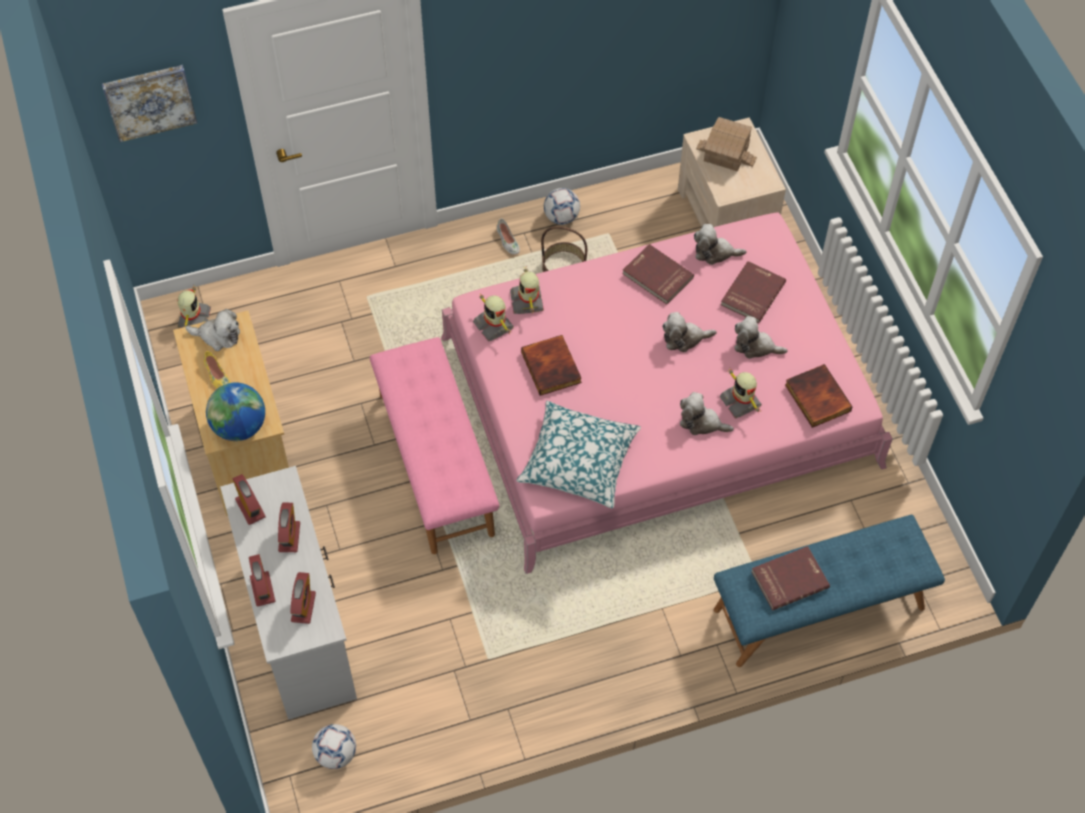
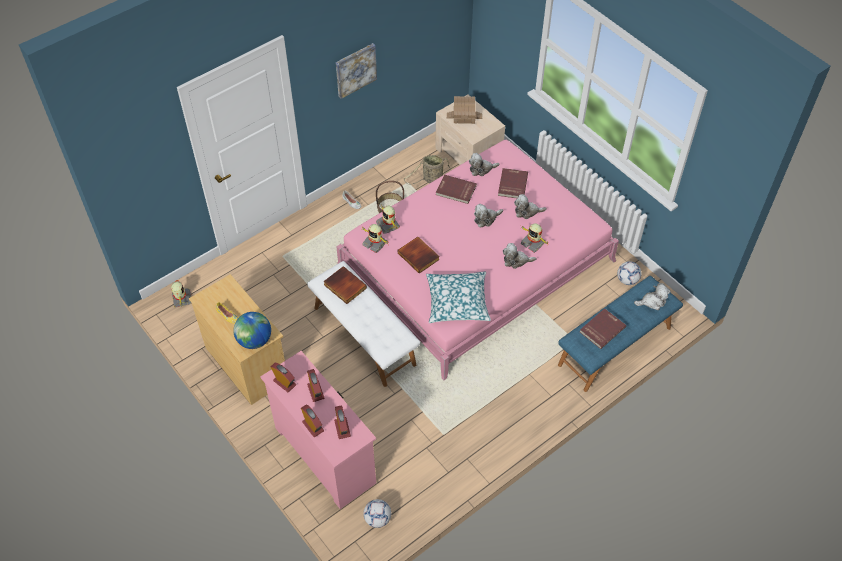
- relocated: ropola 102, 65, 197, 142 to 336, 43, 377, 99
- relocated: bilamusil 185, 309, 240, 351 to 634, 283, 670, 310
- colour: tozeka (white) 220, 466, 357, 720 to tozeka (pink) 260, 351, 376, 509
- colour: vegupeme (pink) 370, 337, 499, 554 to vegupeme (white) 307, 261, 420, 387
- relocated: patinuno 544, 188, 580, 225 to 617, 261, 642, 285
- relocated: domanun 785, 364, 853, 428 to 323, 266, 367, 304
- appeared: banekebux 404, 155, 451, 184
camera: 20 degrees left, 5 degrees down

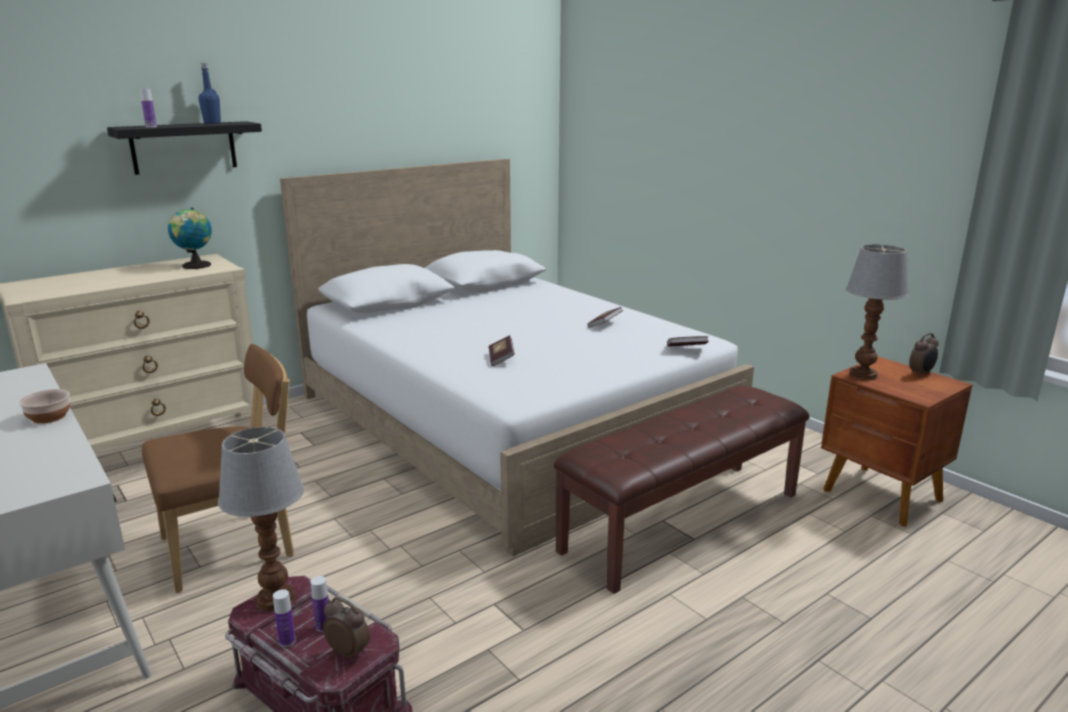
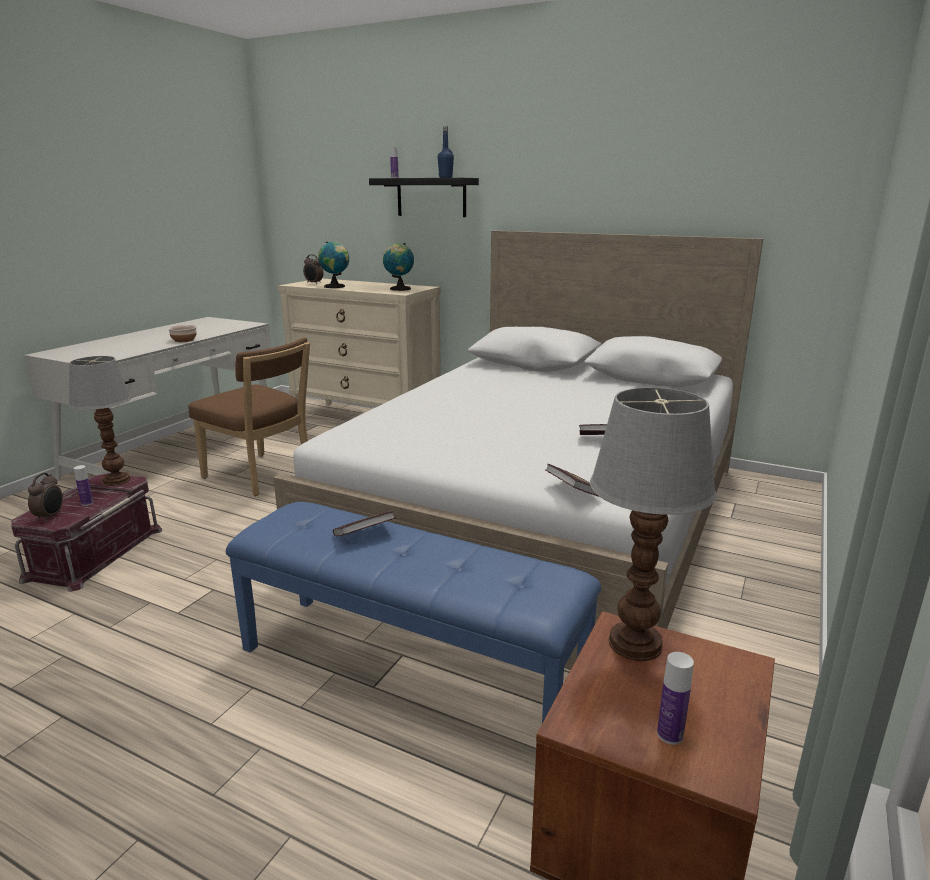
- relocated: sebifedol 273, 589, 296, 647 to 657, 652, 694, 745
- relocated: domanun 488, 335, 515, 366 to 333, 511, 395, 536
- colour: vegupeme (brown) 554, 386, 809, 594 to vegupeme (blue) 226, 502, 601, 723
- relocated: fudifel 909, 333, 939, 377 to 303, 254, 323, 284
- appeared: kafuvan 318, 241, 349, 288
camera: 65 degrees right, 0 degrees up

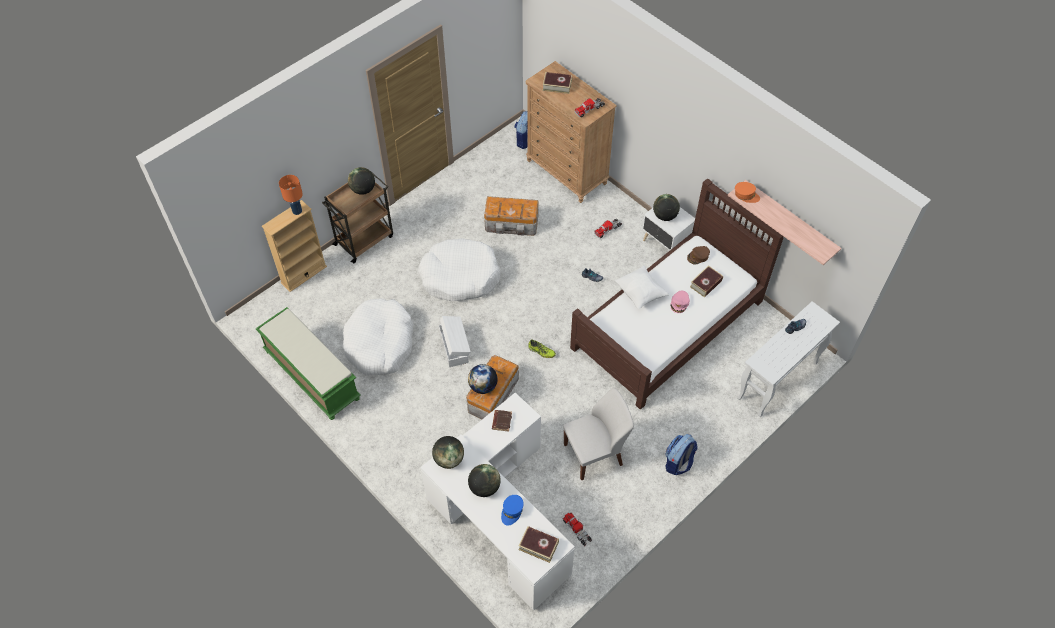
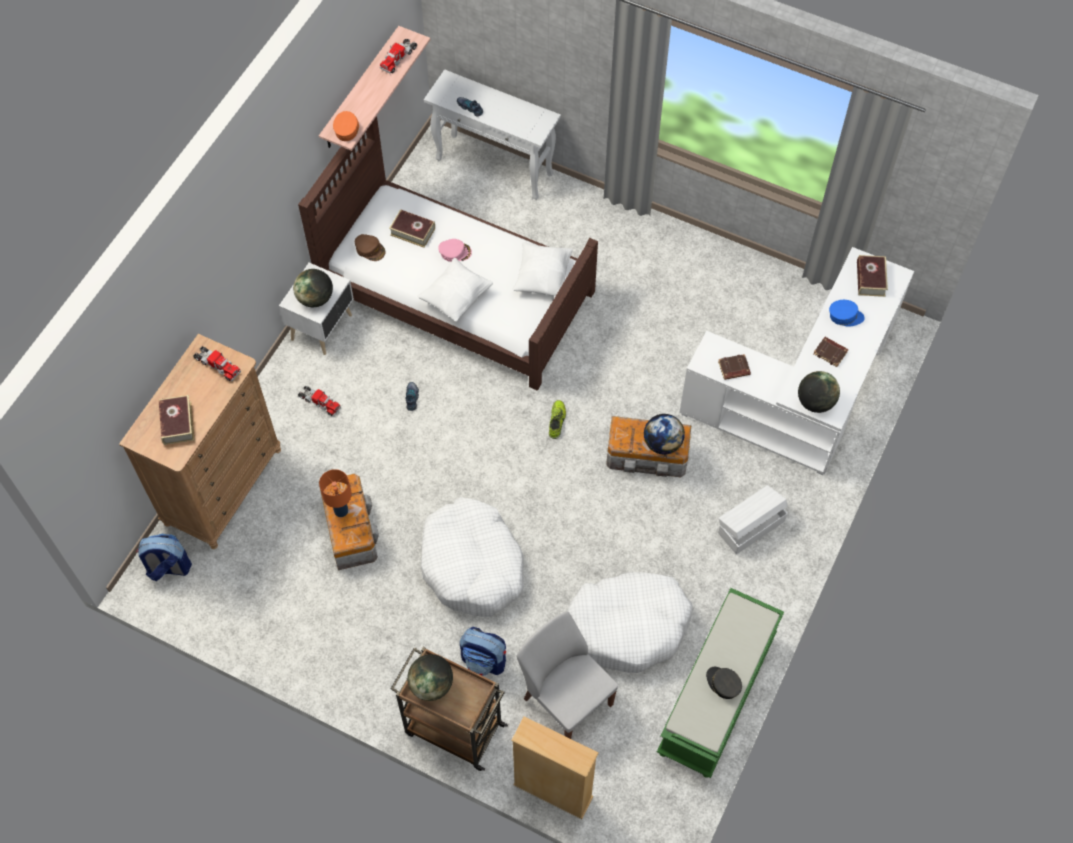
- relocated: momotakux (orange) 279, 175, 303, 215 to 319, 469, 352, 517
- relocated: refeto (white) 439, 316, 471, 367 to 718, 485, 788, 555
- exchanged: kafuvan 468, 464, 501, 497 to domanun (brown) 813, 337, 849, 367
- relocated: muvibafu 562, 513, 592, 546 to 380, 38, 417, 74
- relocated: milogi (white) 563, 388, 634, 480 to 517, 611, 618, 739
- relocated: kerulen 666, 434, 697, 475 to 460, 627, 506, 676
- appeared: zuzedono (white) 512, 242, 573, 296
- appeared: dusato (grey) 706, 667, 742, 699
camera: 110 degrees left, 5 degrees up

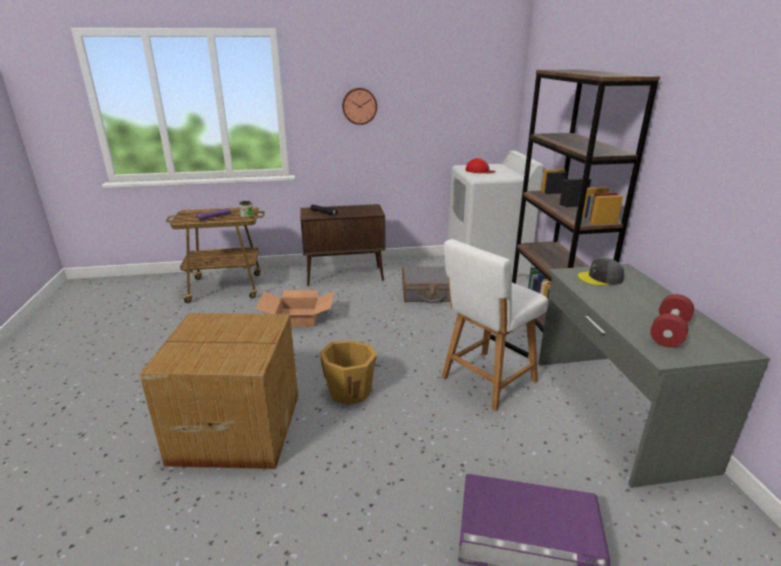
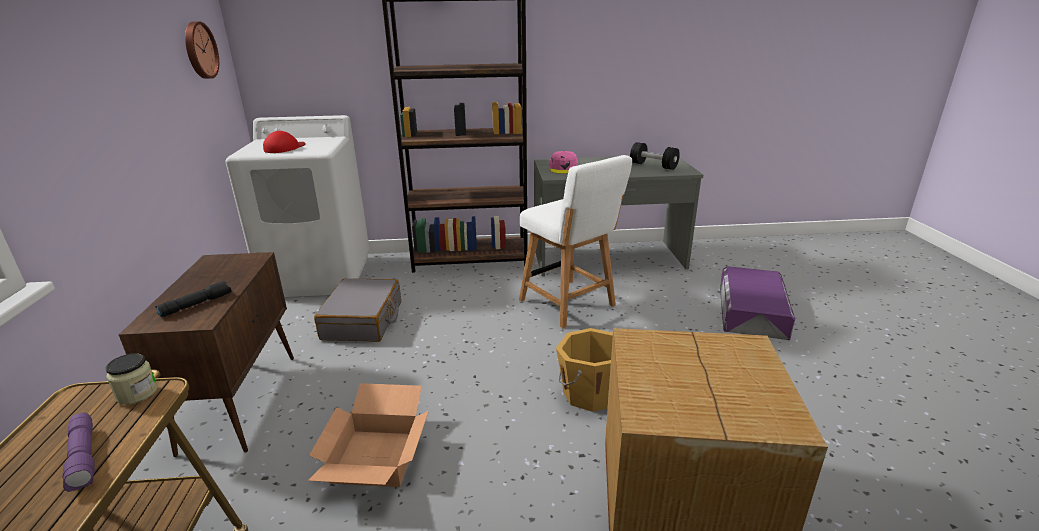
- relocated: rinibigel 342, 88, 377, 125 to 185, 21, 219, 79
- colour: dusato (grey) 578, 258, 624, 286 to dusato (pink) 550, 151, 578, 174
- colour: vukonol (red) 650, 294, 694, 348 to vukonol (black) 630, 142, 680, 170
camera: 85 degrees left, 0 degrees up

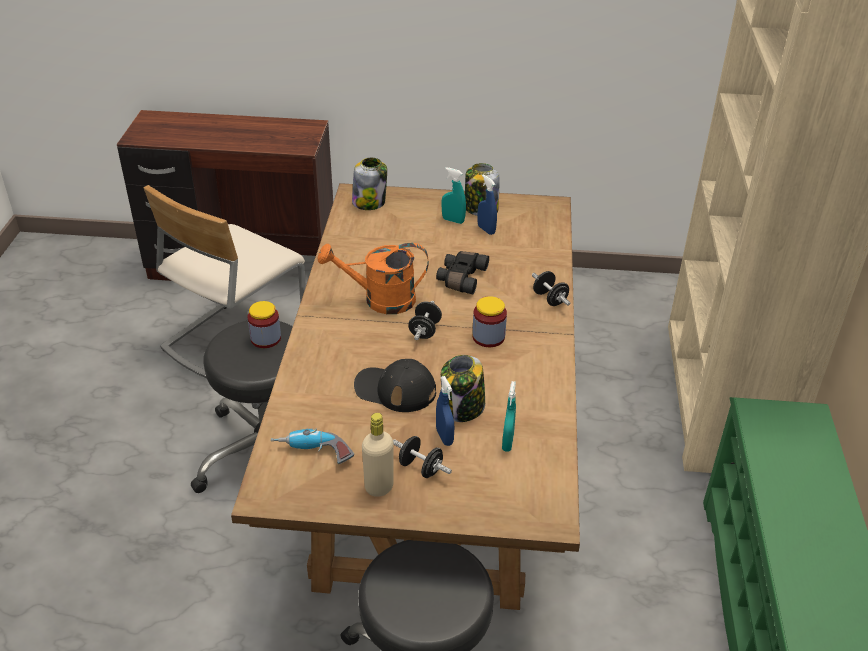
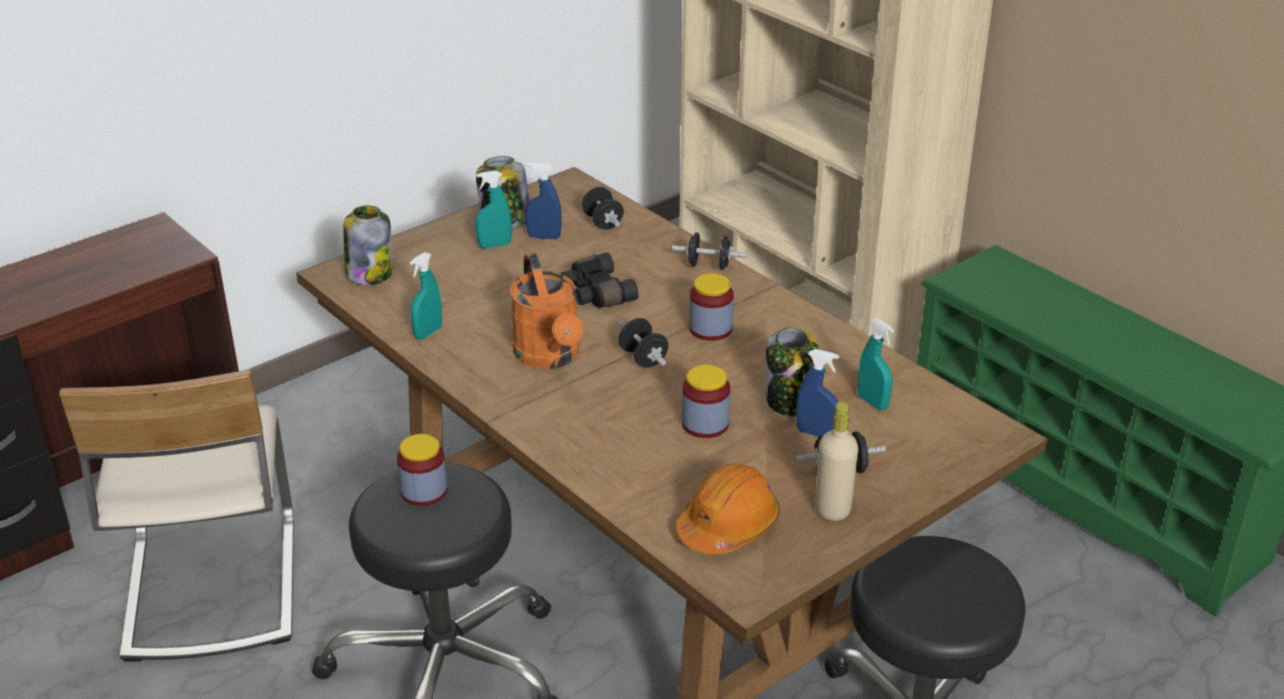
- exchanged: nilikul 271, 428, 354, 464 to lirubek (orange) 675, 463, 780, 554
- spun: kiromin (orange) 318, 243, 429, 314 = 510, 253, 583, 369 60 degrees counterclockwise
- exchanged: dusato (black) 354, 359, 436, 412 to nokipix 682, 364, 730, 438
- appeared: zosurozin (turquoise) 410, 252, 442, 340
- appeared: vukonol (black) 582, 187, 624, 230
camera: 45 degrees left, 5 degrees down

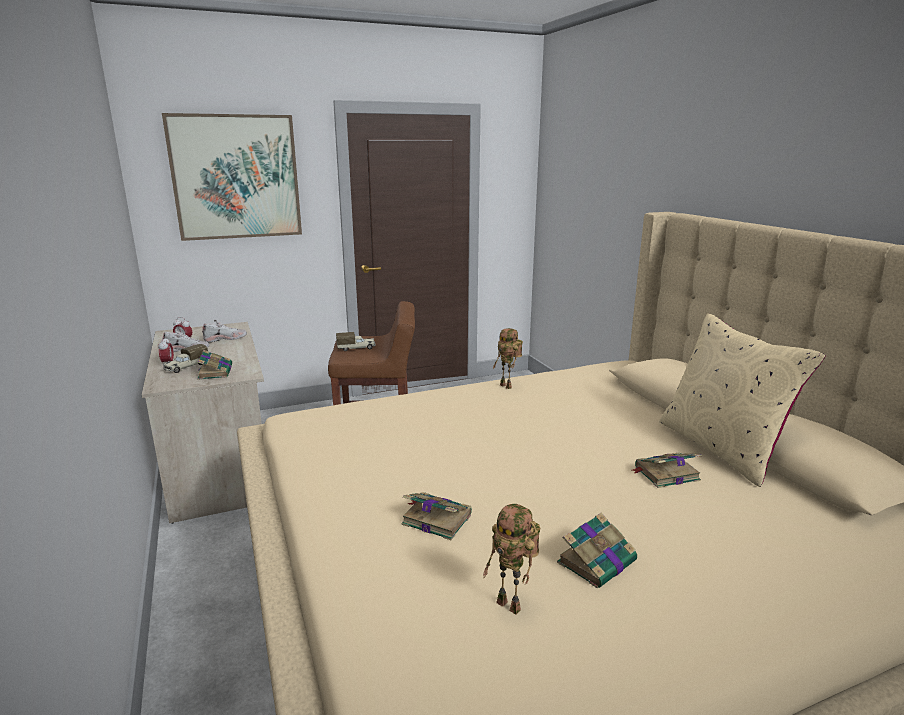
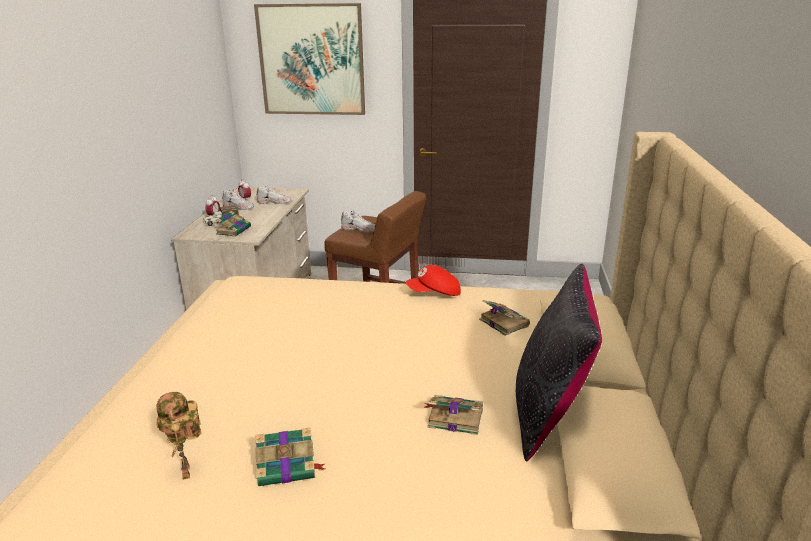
- exchanged: muvibafu 336, 332, 376, 351 to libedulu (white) 341, 210, 375, 232
- relocated: domanun 402, 492, 472, 540 to 479, 300, 530, 336
- exchanged: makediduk 493, 328, 523, 389 to dusato (red) 406, 265, 461, 296
- colour: zuzedono (beige) 659, 313, 826, 487 to zuzedono (black) 516, 264, 602, 462
camera: 30 degrees right, 5 degrees up

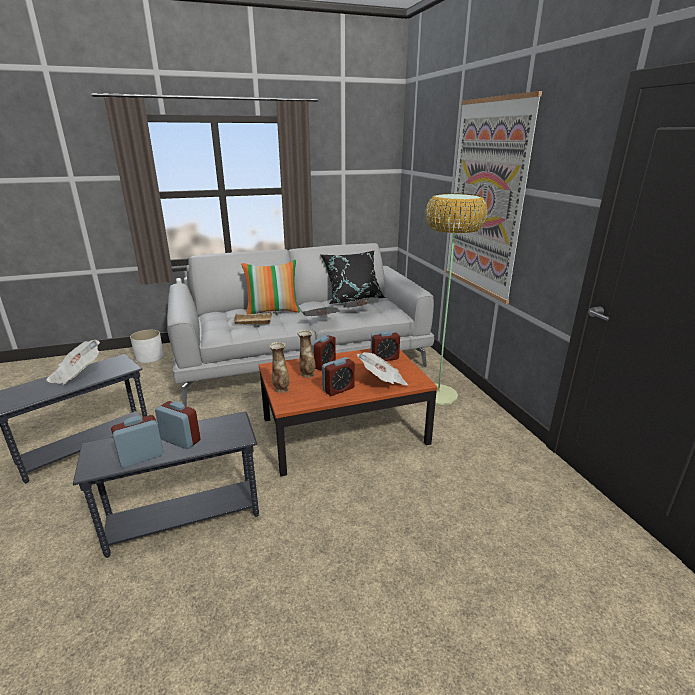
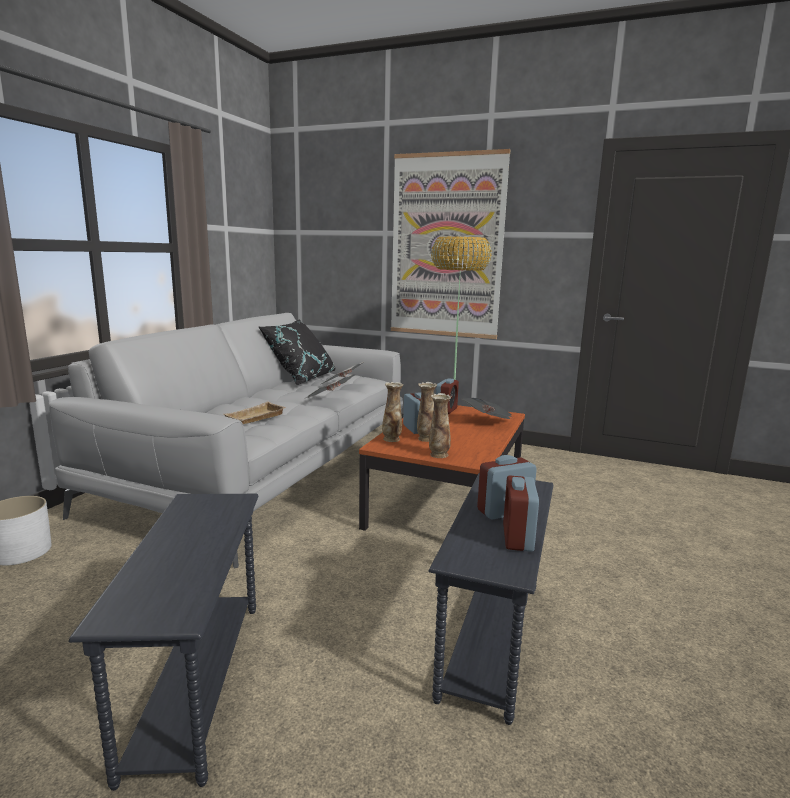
- missing: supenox 46, 340, 100, 385
- missing: zuzedono 241, 260, 300, 314
- missing: fudifel 322, 357, 355, 396
- appeared: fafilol 382, 382, 403, 442
camera: 50 degrees left, 10 degrees down

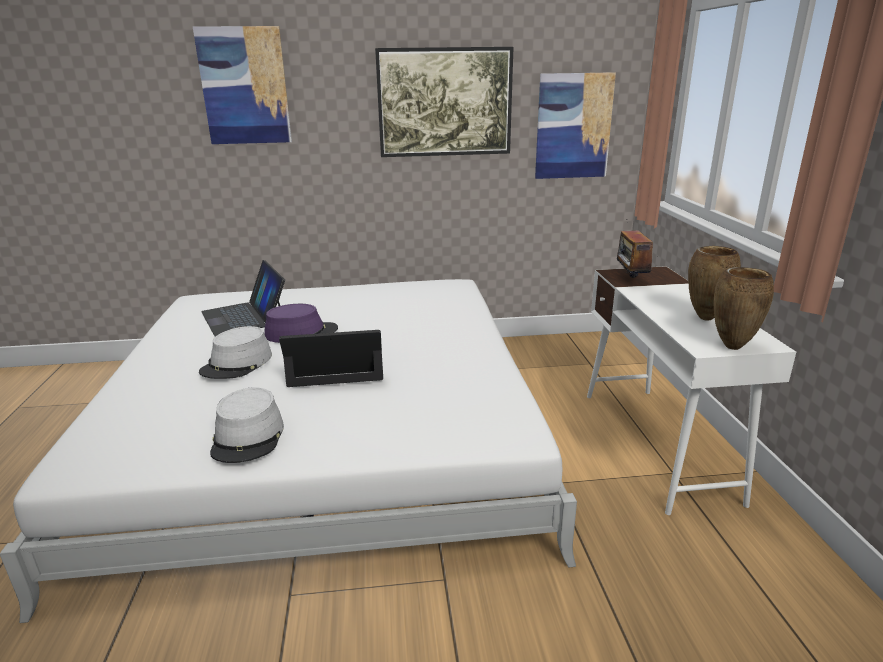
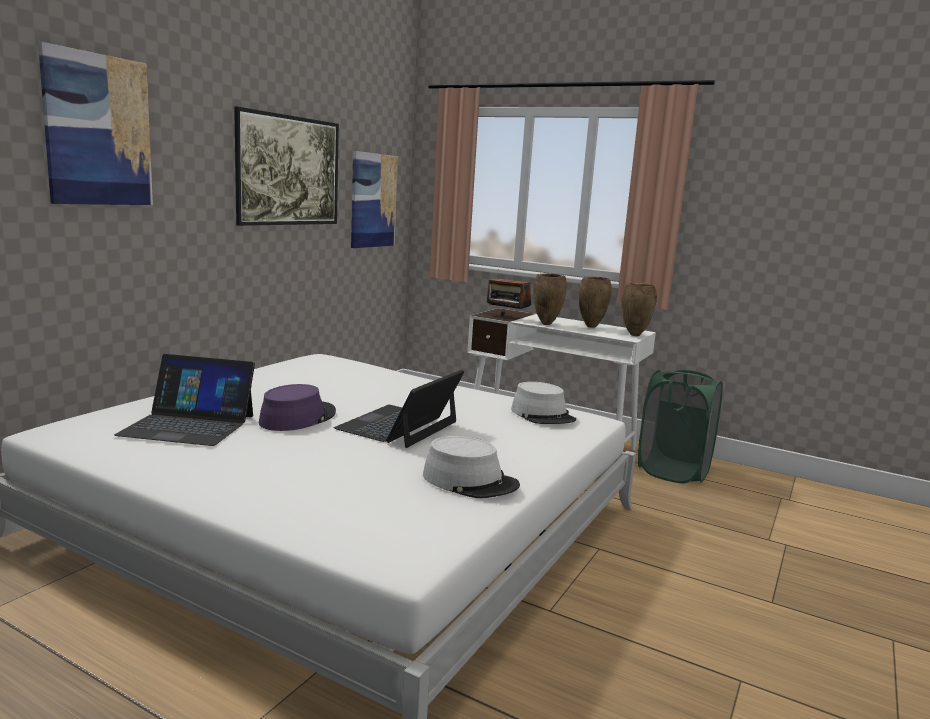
- relocated: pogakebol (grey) 199, 326, 272, 379 to 511, 382, 576, 424
- appeared: fafilol (brown) 533, 274, 567, 325
- appeared: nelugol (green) 638, 369, 723, 483
camera: 55 degrees left, 10 degrees down

